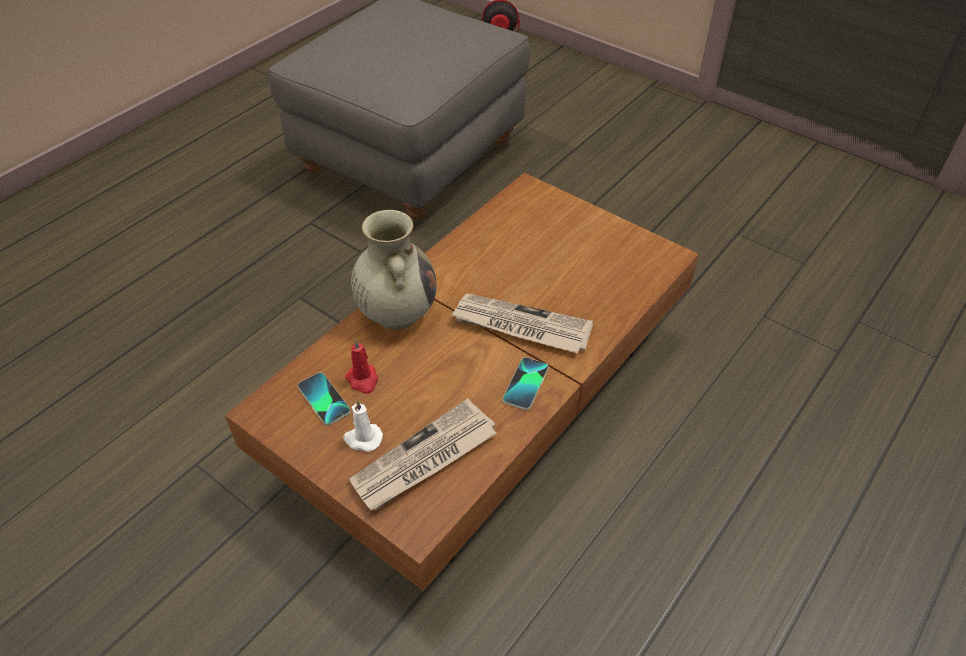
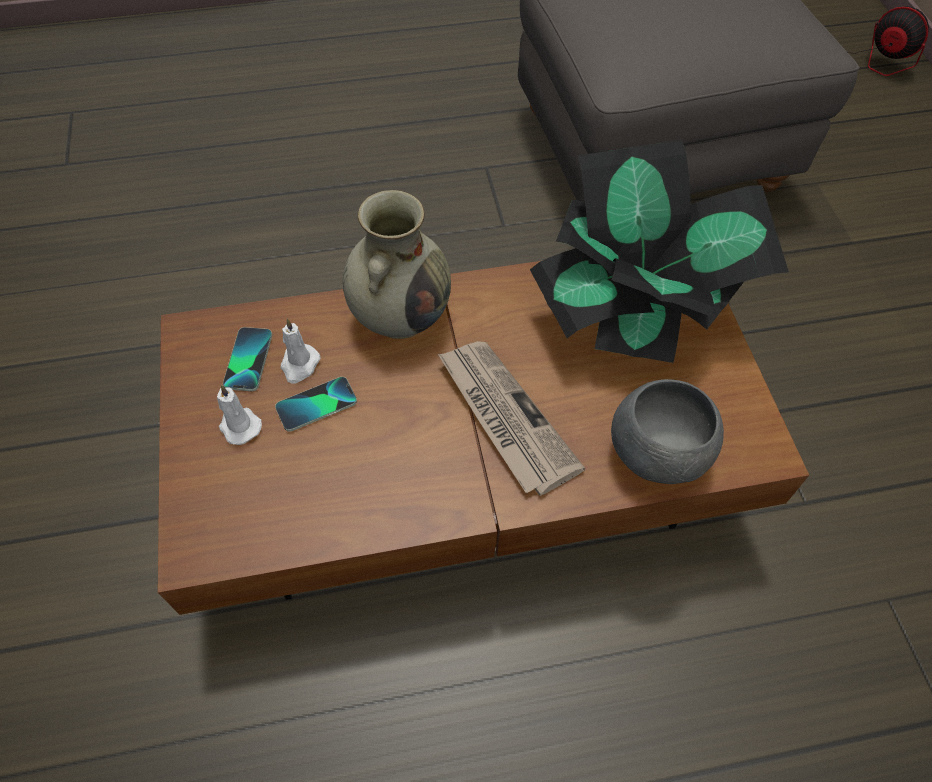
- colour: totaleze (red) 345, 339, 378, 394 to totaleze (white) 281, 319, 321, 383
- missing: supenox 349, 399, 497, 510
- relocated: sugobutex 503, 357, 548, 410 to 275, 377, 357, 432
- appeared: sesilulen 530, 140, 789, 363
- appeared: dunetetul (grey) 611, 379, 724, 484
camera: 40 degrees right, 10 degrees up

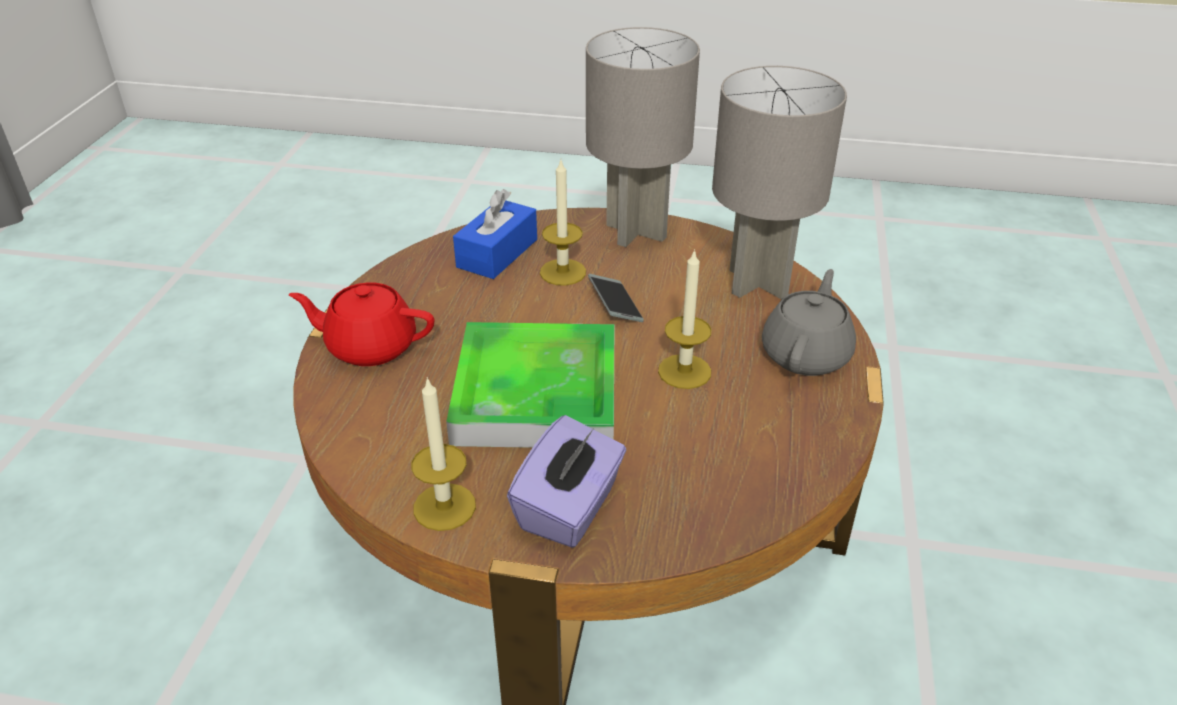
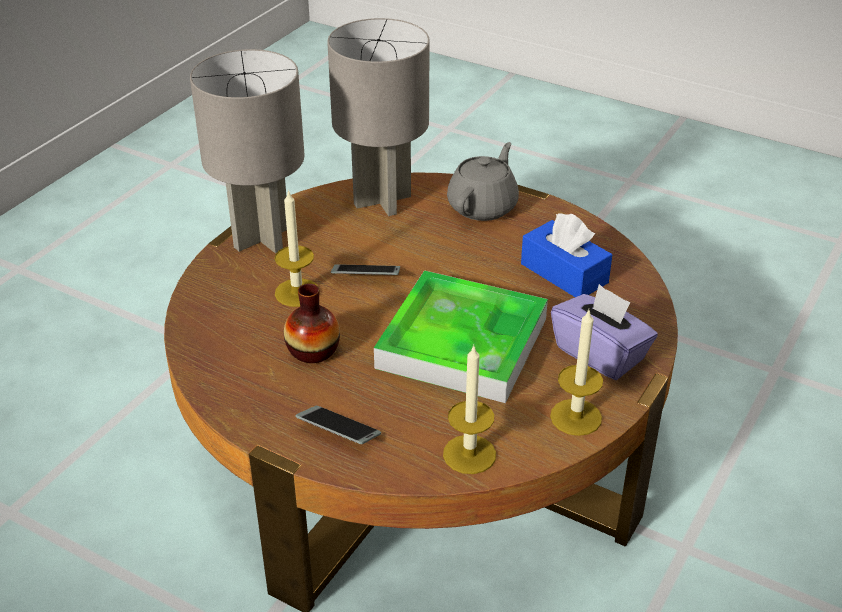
- exchanged: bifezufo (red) 289, 282, 434, 366 to sugobutex 295, 406, 381, 444
- relocated: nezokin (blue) 453, 189, 537, 279 to 521, 213, 612, 297
- relocated: totaleze 658, 249, 711, 389 to 443, 344, 496, 474
- spun: bifezufo (grey) 762, 269, 856, 376 = 447, 142, 519, 221 75 degrees clockwise
- appeared: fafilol 284, 284, 340, 363
camera: 70 degrees left, 0 degrees up

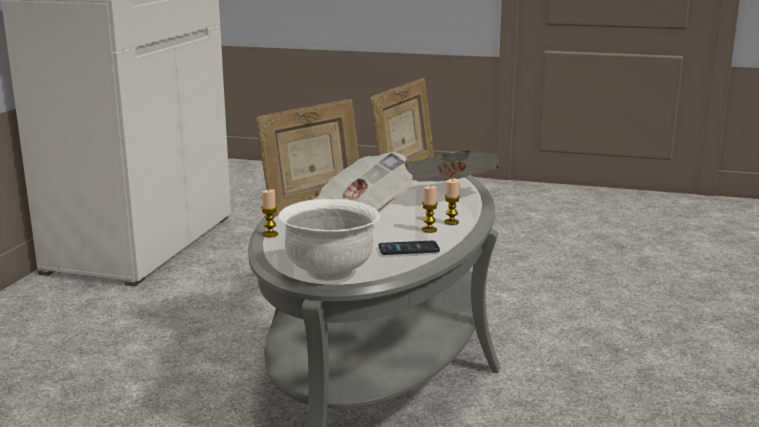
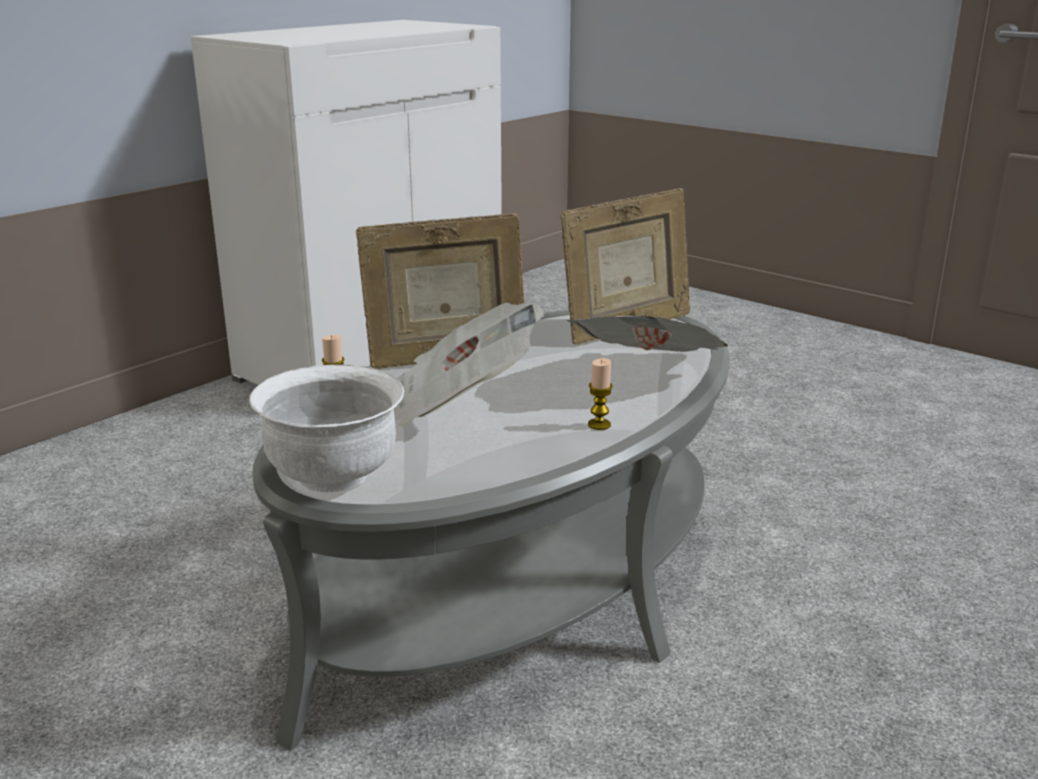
- missing: sugobutex 379, 241, 440, 255
- missing: totaleze 422, 186, 438, 233
camera: 25 degrees right, 5 degrees up

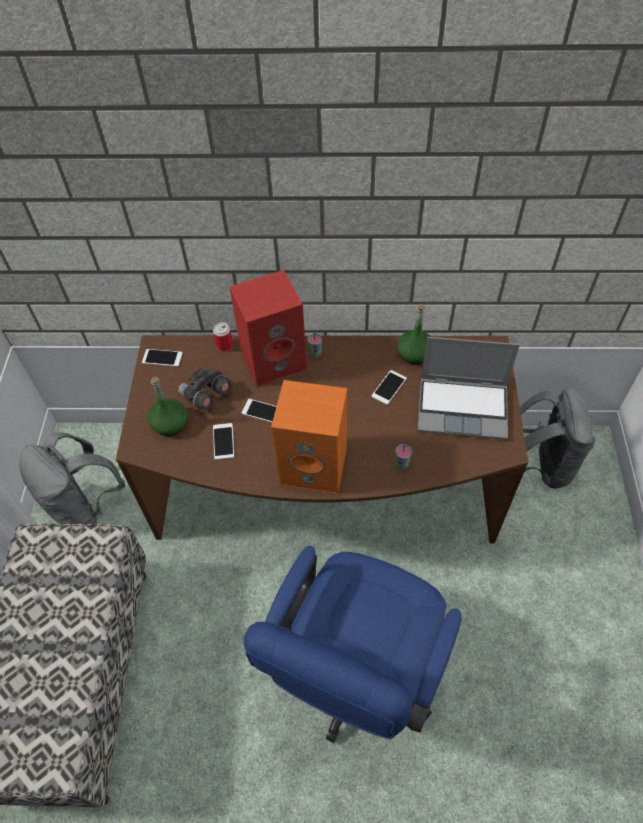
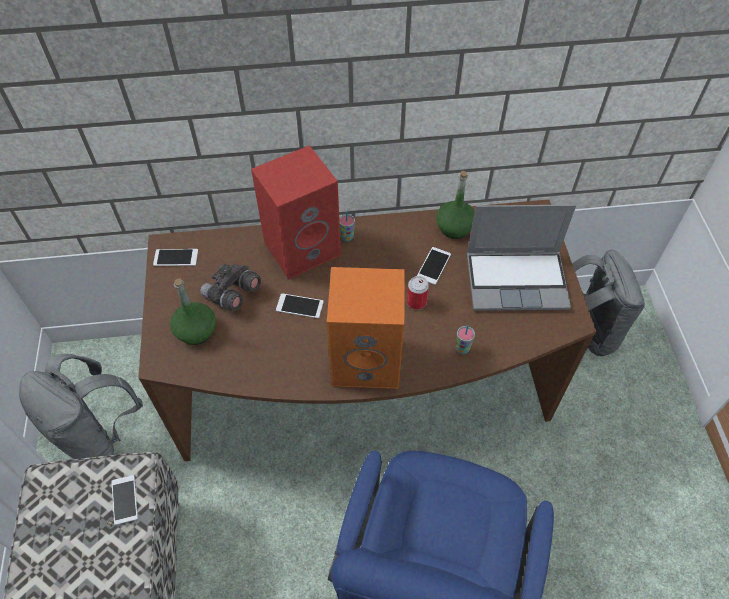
- relocated: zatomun 213, 322, 233, 352 to 407, 276, 429, 310
- relocated: sugobutex 213, 423, 234, 460 to 112, 475, 138, 525
camera: 10 degrees left, 0 degrees up

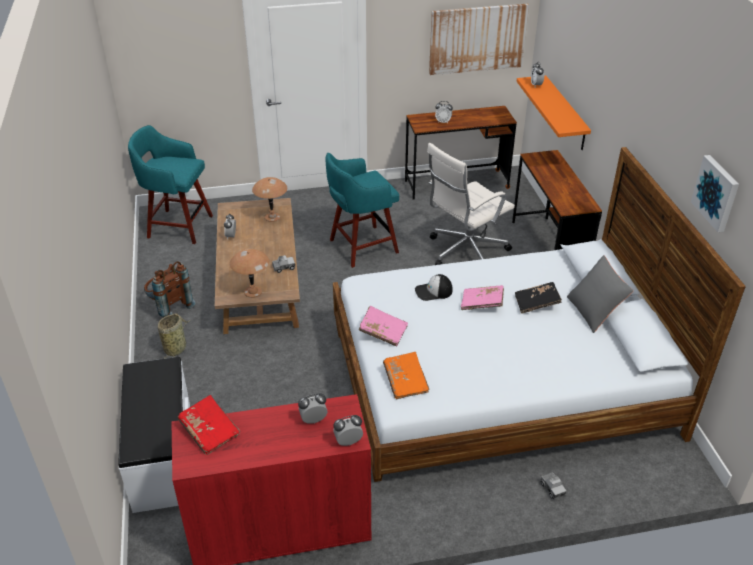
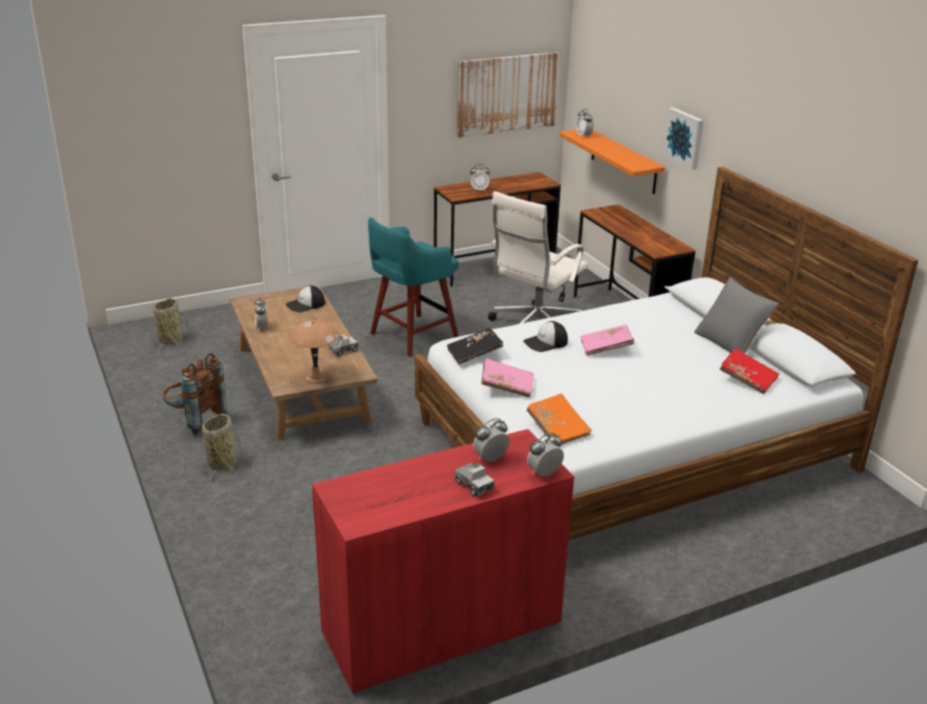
- missing: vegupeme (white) 118, 357, 190, 513
- exchanged: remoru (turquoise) 128, 125, 213, 244 to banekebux 153, 298, 183, 351
- relocated: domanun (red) 177, 395, 240, 455 to 720, 348, 779, 394
- exchanged: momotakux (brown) 252, 177, 288, 222 to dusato 286, 285, 325, 312
- relocated: domanun (black) 515, 282, 562, 314 to 447, 328, 504, 365
- relocated: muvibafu 541, 472, 567, 499 to 455, 462, 495, 497
- relocated: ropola 691, 155, 739, 232 to 663, 107, 704, 170
camera: 15 degrees left, 10 degrees down

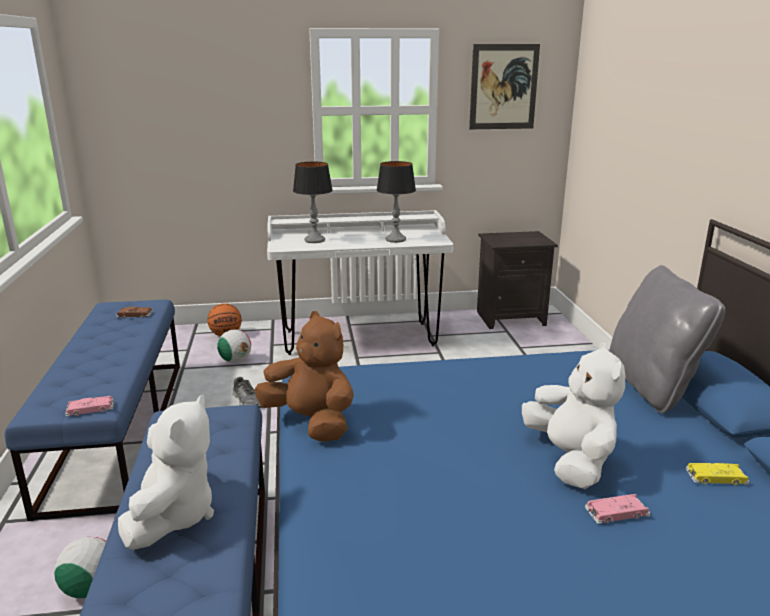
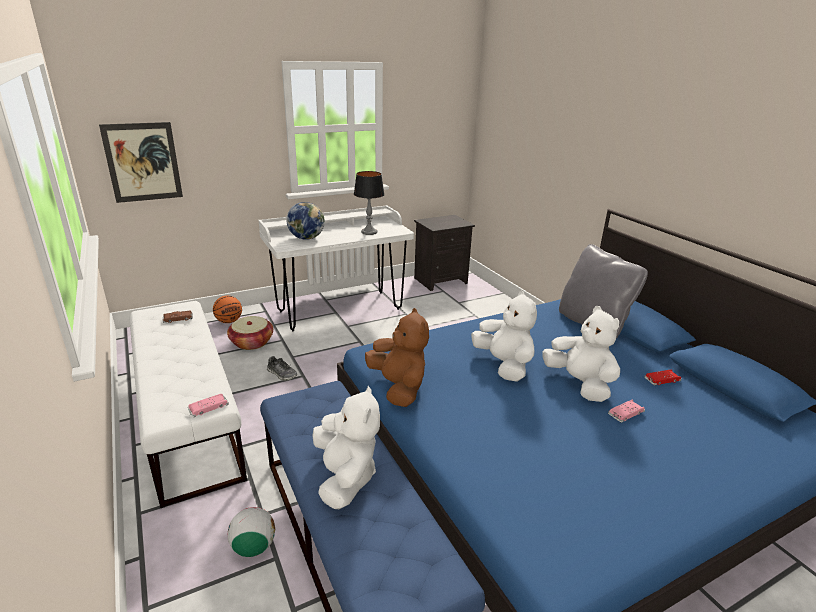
- colour: vegupeme (blue) 4, 300, 180, 521 to vegupeme (white) 129, 301, 247, 508
- exchanged: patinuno 217, 330, 251, 363 to banekebux 227, 316, 273, 350
- spun: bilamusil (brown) 255, 311, 354, 442 = 365, 308, 429, 407 45 degrees clockwise
- exchanged: momotakux 293, 162, 333, 243 to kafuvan 286, 202, 325, 240
- relocated: ropola 469, 44, 540, 129 to 99, 122, 183, 203
- colour: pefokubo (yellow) 686, 463, 749, 485 to pefokubo (red) 645, 370, 682, 386
- appeared: bilamusil (white) 471, 291, 537, 382
camera: 20 degrees left, 5 degrees up

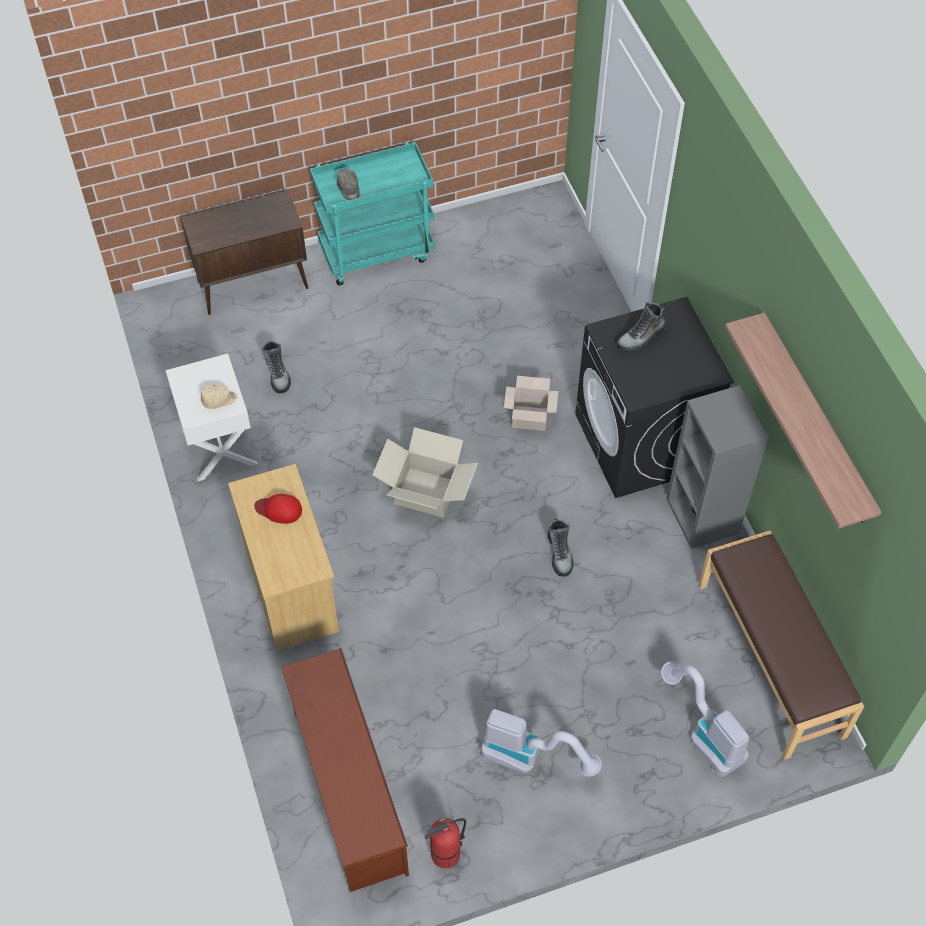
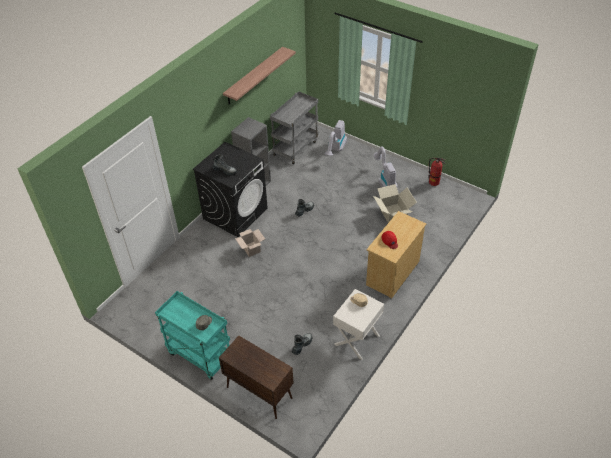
- missing: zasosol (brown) 281, 648, 409, 892
- relocated: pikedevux 373, 427, 478, 518 to 373, 184, 417, 223
- exchanged: vegupeme (brown) 698, 531, 864, 760 to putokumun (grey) 270, 91, 318, 164
camera: 125 degrees left, 10 degrees down

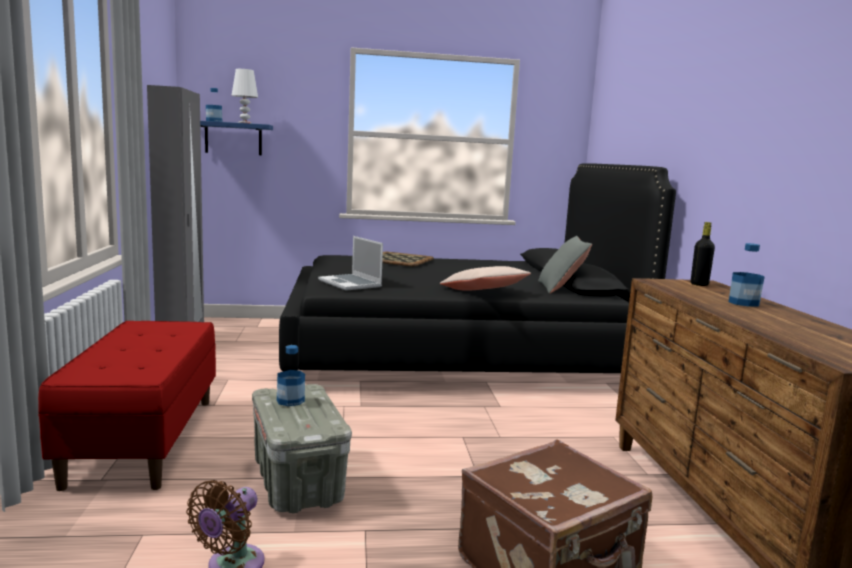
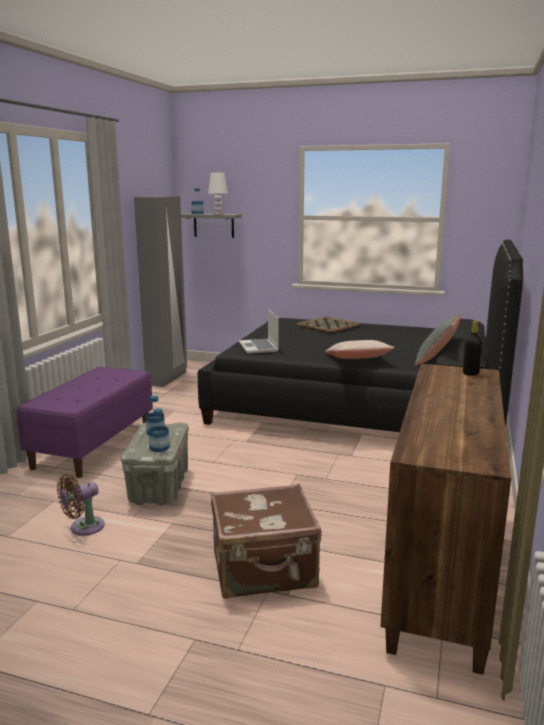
- colour: vegupeme (red) 38, 321, 216, 491 to vegupeme (purple) 17, 367, 153, 478
- colour: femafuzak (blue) 200, 121, 273, 155 to femafuzak (grey) 181, 213, 242, 238
- relocated: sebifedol 729, 243, 765, 307 to 148, 408, 170, 452
camera: 25 degrees right, 5 degrees up

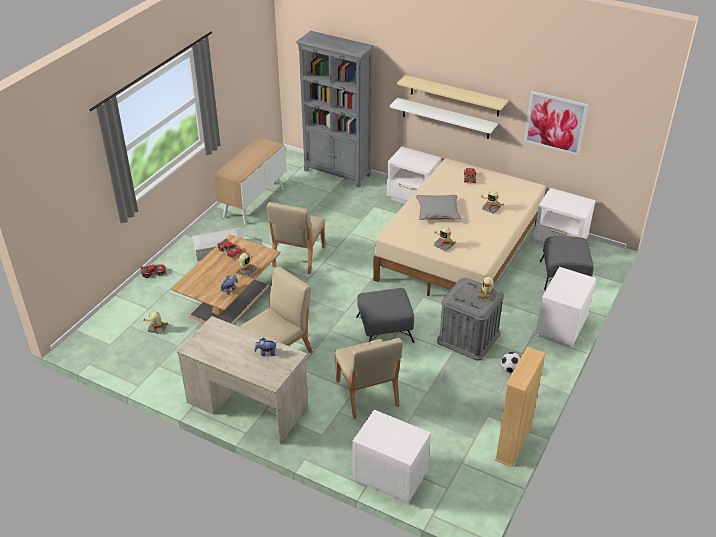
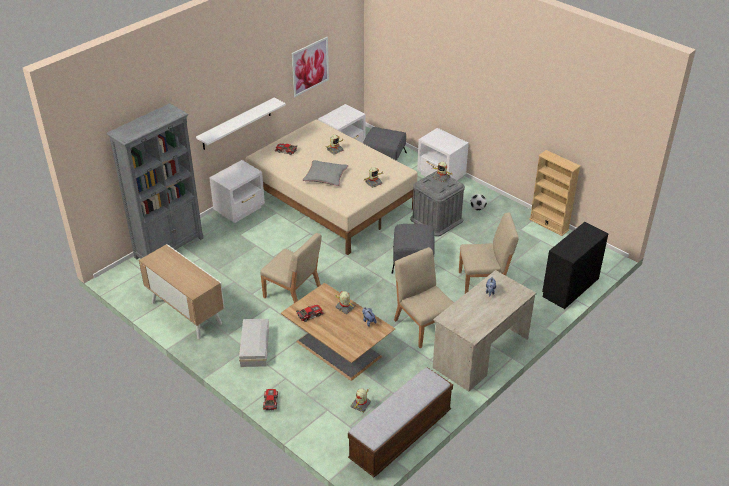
- exchanged: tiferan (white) 352, 410, 431, 503 to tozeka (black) 542, 222, 609, 309
- missing: femafuzak (beige) 397, 75, 508, 116
- appeared: vegupeme 348, 367, 453, 477
camera: 75 degrees left, 0 degrees up

